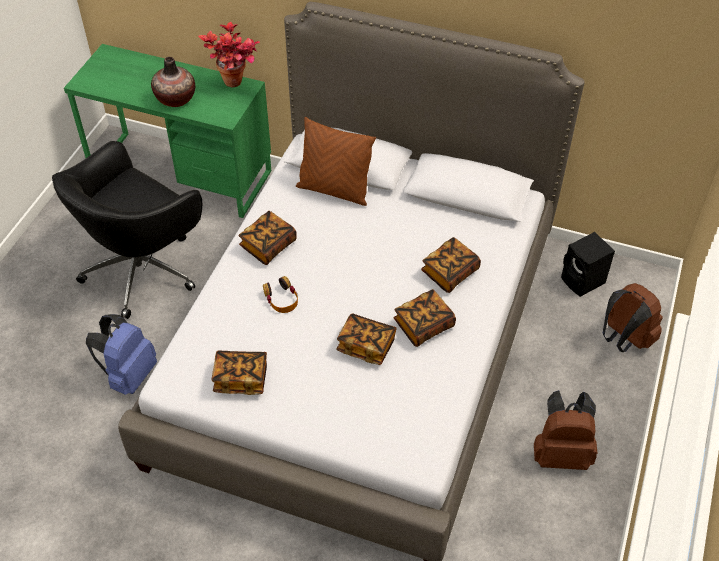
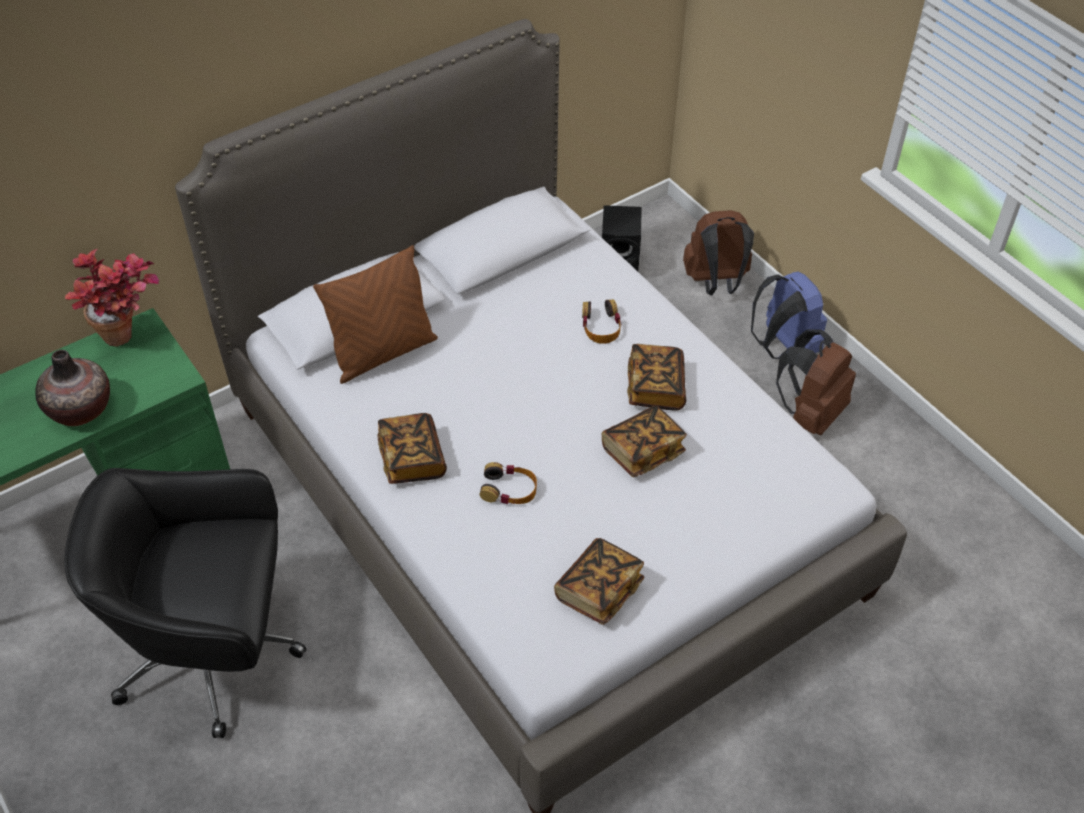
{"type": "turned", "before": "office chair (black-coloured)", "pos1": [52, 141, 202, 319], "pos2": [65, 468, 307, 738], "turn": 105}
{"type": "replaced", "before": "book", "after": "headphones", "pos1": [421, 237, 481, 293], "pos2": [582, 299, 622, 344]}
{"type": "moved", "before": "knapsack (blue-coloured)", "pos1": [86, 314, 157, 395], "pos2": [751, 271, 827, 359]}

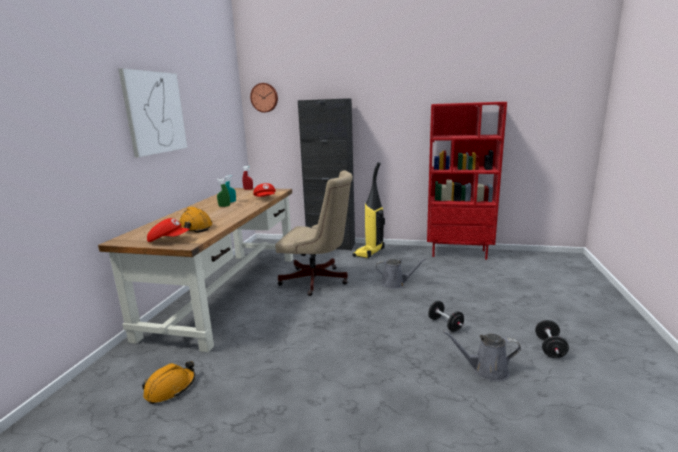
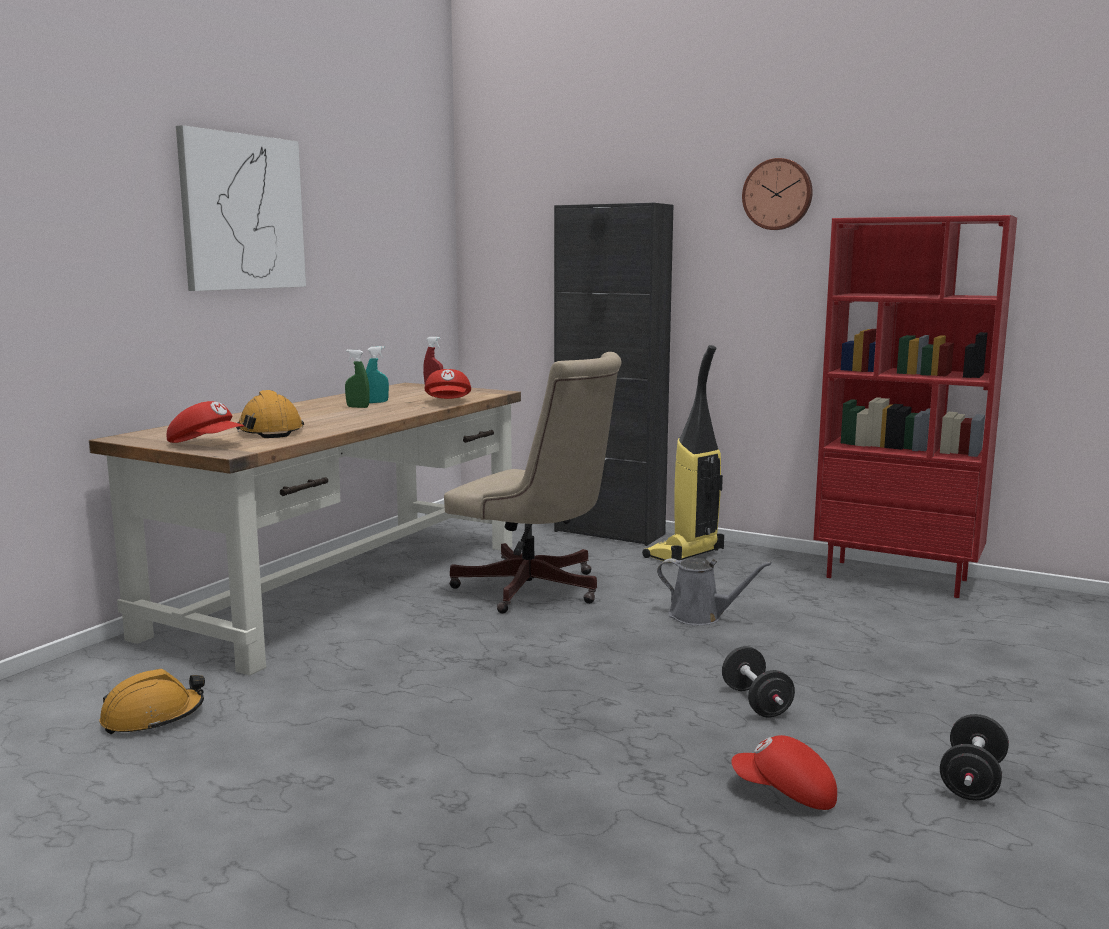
{"type": "moved", "before": "clock on the wall", "pos1": [250, 83, 278, 113], "pos2": [742, 158, 813, 230]}
{"type": "replaced", "before": "sprinkling can (grey)", "after": "peaked cap (red-coloured)", "pos1": [443, 331, 521, 382], "pos2": [731, 735, 837, 810]}

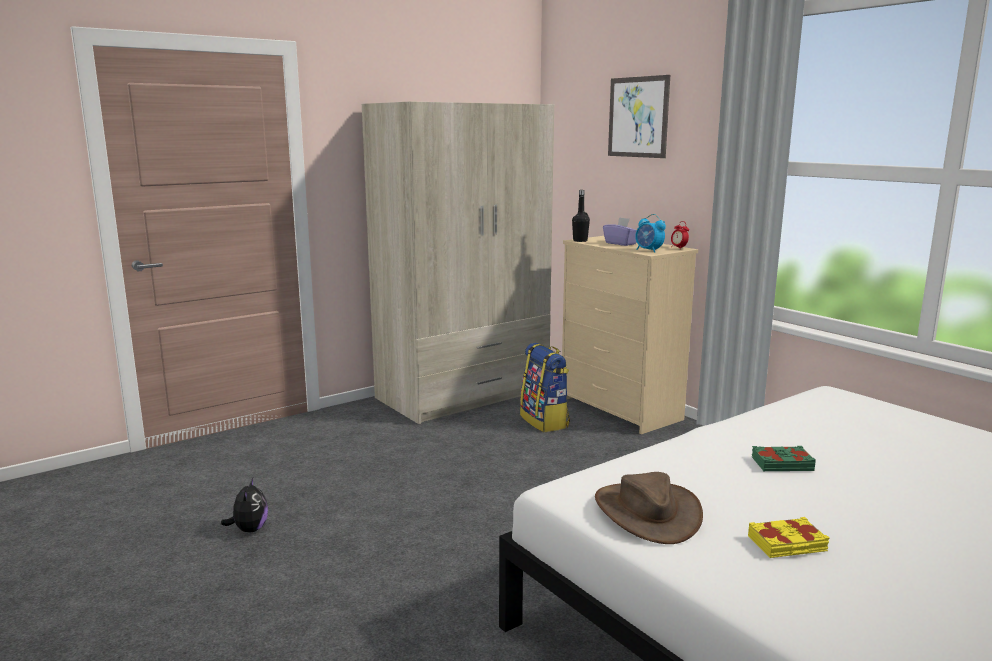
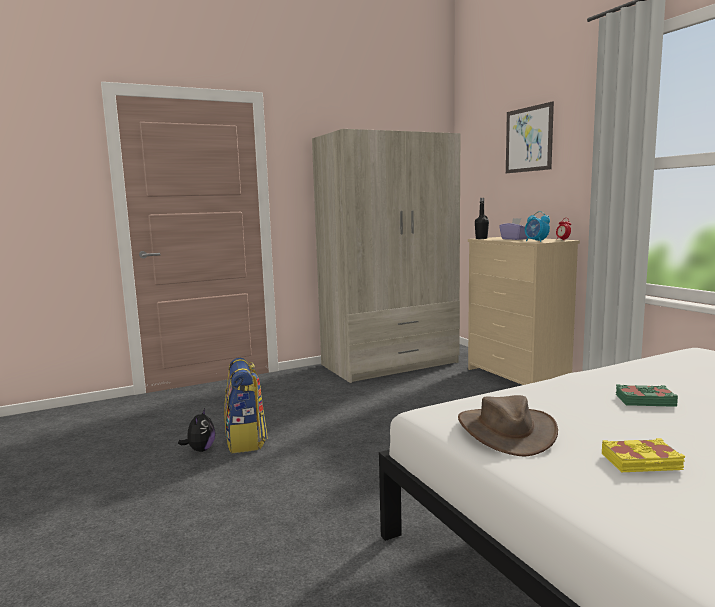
{"type": "moved", "before": "knapsack", "pos1": [520, 343, 570, 432], "pos2": [224, 358, 268, 453]}

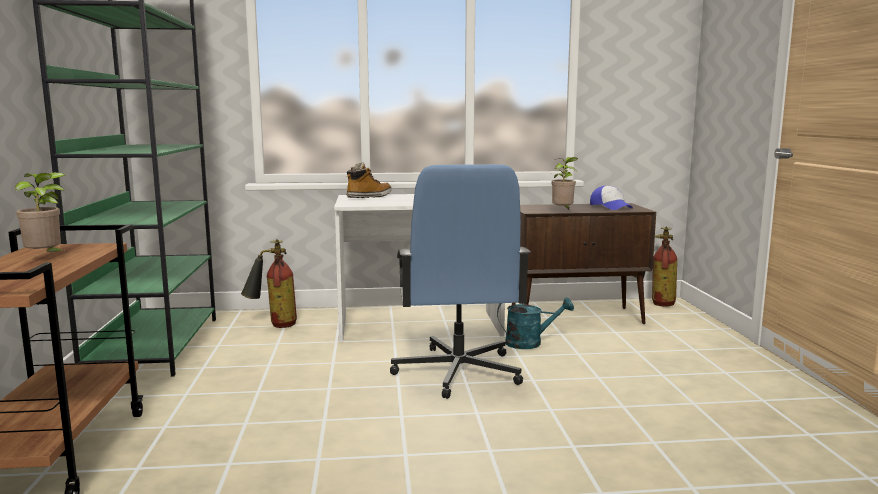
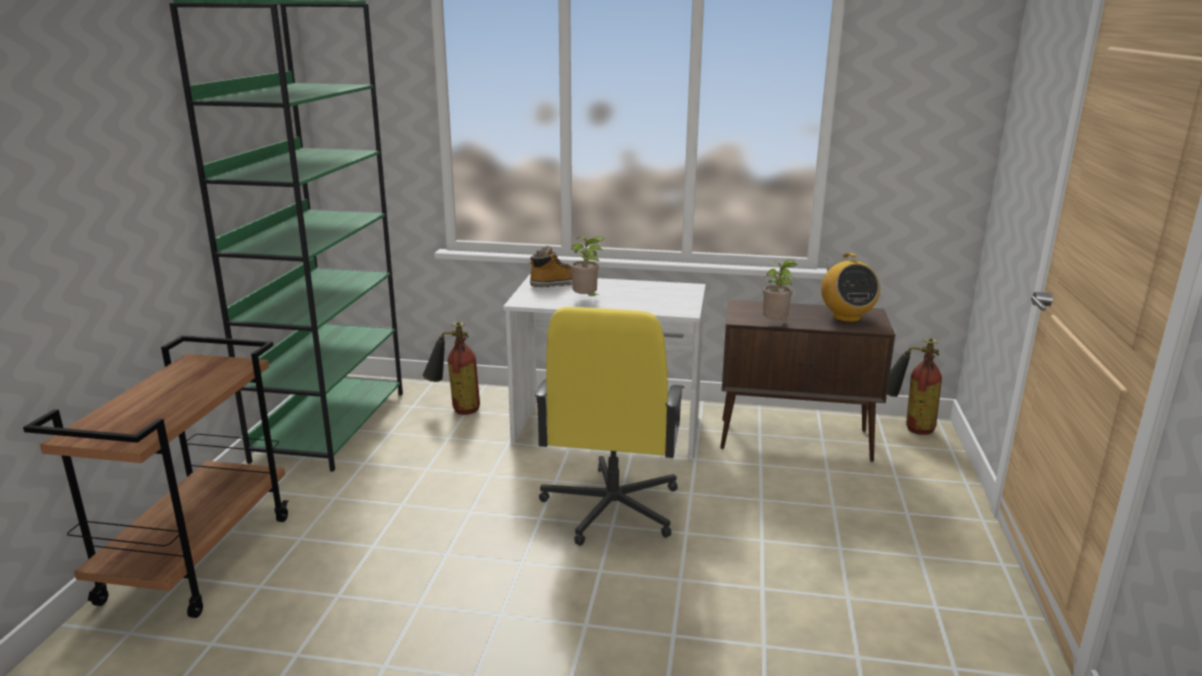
{"type": "recoloured", "before": "office chair (blue-coloured)", "after": "office chair (yellow)", "pos1": [390, 164, 531, 399], "pos2": [534, 307, 685, 546]}
{"type": "moved", "before": "plant in a pot", "pos1": [15, 172, 68, 253], "pos2": [571, 236, 605, 296]}
{"type": "replaced", "before": "peaked cap", "after": "radio", "pos1": [590, 186, 633, 210], "pos2": [821, 253, 880, 322]}
{"type": "removed", "before": "sprinkling can (blue-green)", "pos1": [497, 297, 574, 349]}

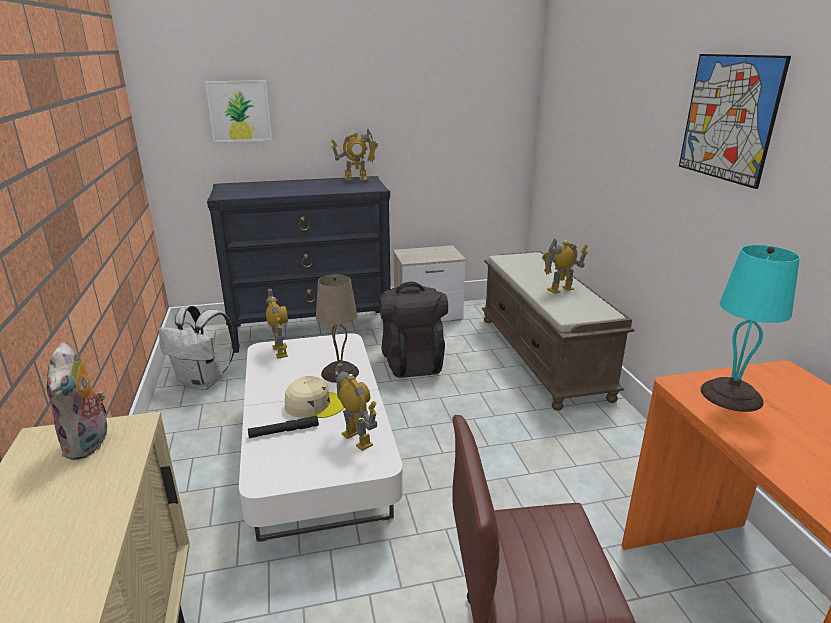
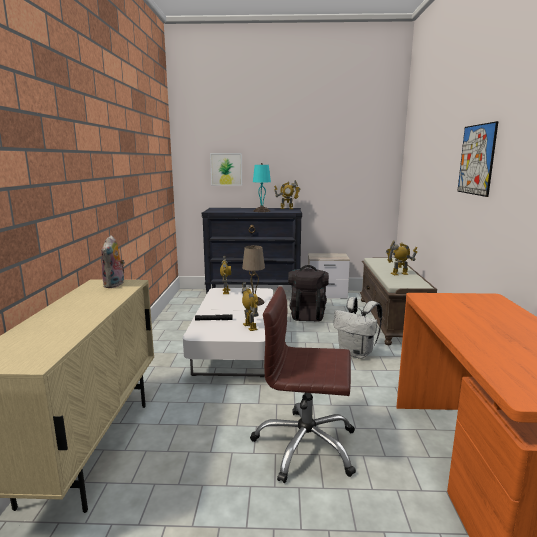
{"type": "moved", "before": "tabletop lamp (blue-green)", "pos1": [700, 245, 800, 412], "pos2": [253, 163, 271, 212]}
{"type": "moved", "before": "knapsack (whitish)", "pos1": [159, 305, 235, 390], "pos2": [333, 297, 382, 359]}
{"type": "removed", "before": "peaked cap (sand-coloured)", "pos1": [285, 376, 344, 418]}

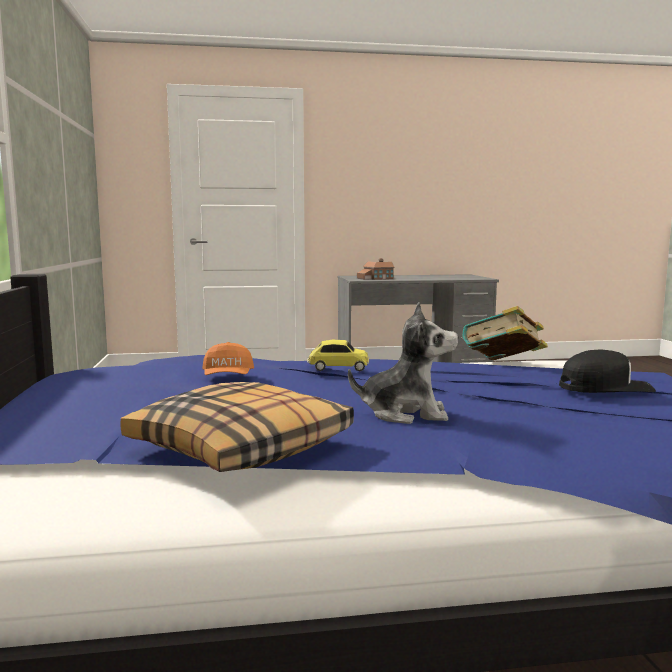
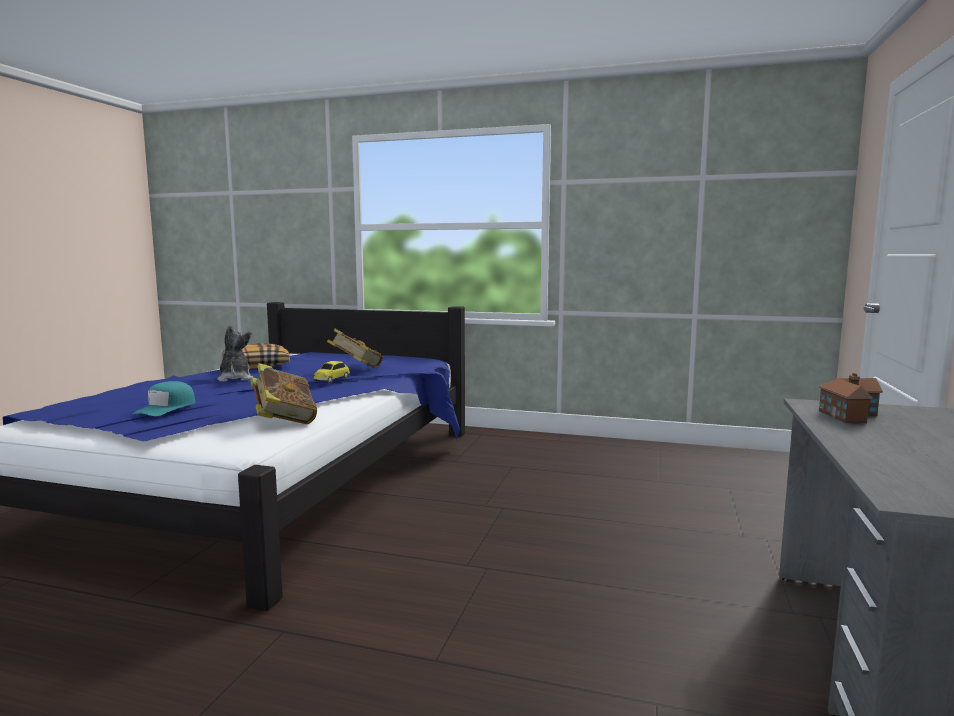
{"type": "turned", "before": "soft toy", "pos1": [348, 302, 458, 424], "pos2": [217, 325, 253, 382], "turn": 135}
{"type": "replaced", "before": "peaked cap (orange)", "after": "book", "pos1": [202, 342, 254, 375], "pos2": [327, 329, 383, 368]}
{"type": "recoloured", "before": "peaked cap (black-coloured)", "after": "peaked cap (blue-green)", "pos1": [559, 349, 656, 393], "pos2": [132, 381, 195, 416]}

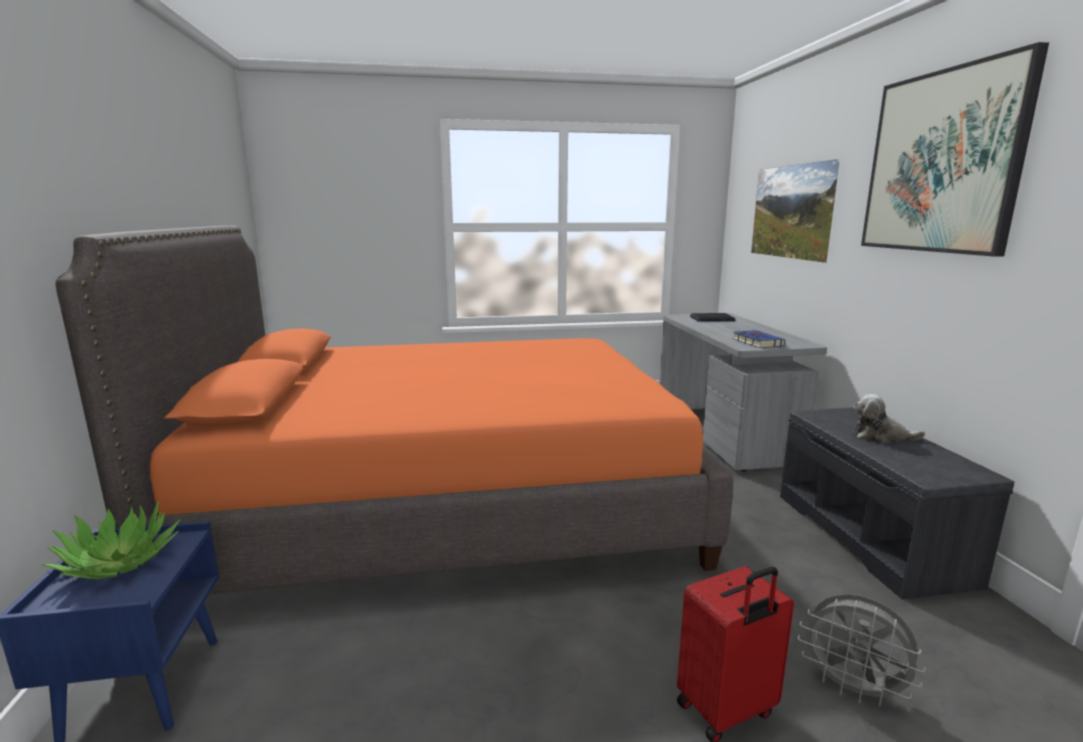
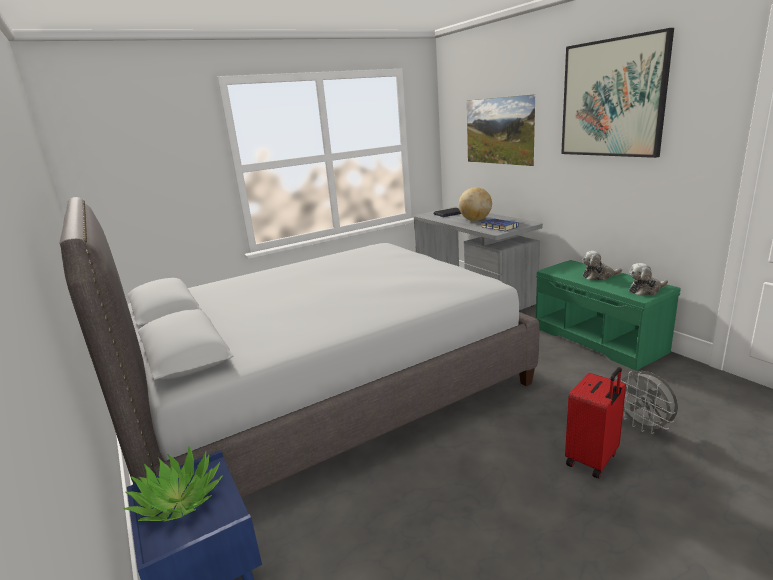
{"type": "recoloured", "before": "bed (orange)", "after": "bed (grey)", "pos1": [55, 226, 733, 594], "pos2": [60, 197, 539, 498]}
{"type": "recoloured", "before": "bench (grey)", "after": "bench (green)", "pos1": [780, 408, 1014, 600], "pos2": [536, 260, 681, 371]}
{"type": "turned", "before": "cooling fan (grey)", "pos1": [798, 594, 926, 706], "pos2": [616, 371, 678, 434], "turn": 45}
{"type": "added", "after": "world globe", "pos2": [459, 187, 492, 221]}
{"type": "added", "after": "soft toy", "pos2": [629, 263, 668, 296]}

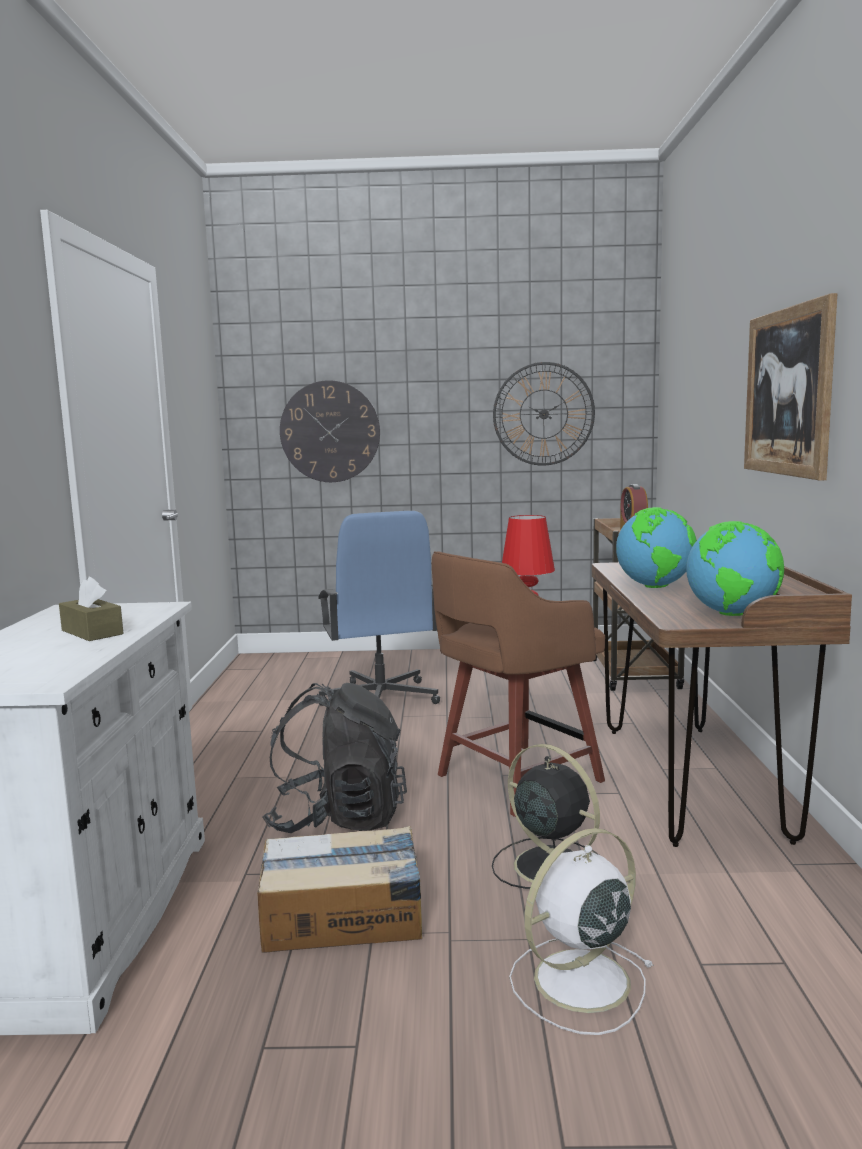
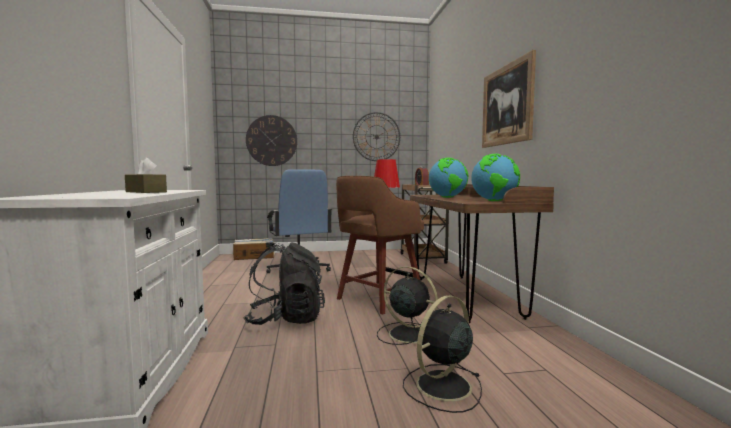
{"type": "moved", "before": "cardboard box", "pos1": [257, 826, 422, 953], "pos2": [233, 238, 274, 260]}
{"type": "recoloured", "before": "cooling fan (whitish)", "after": "cooling fan (black-coloured)", "pos1": [509, 828, 654, 1035], "pos2": [403, 295, 482, 413]}

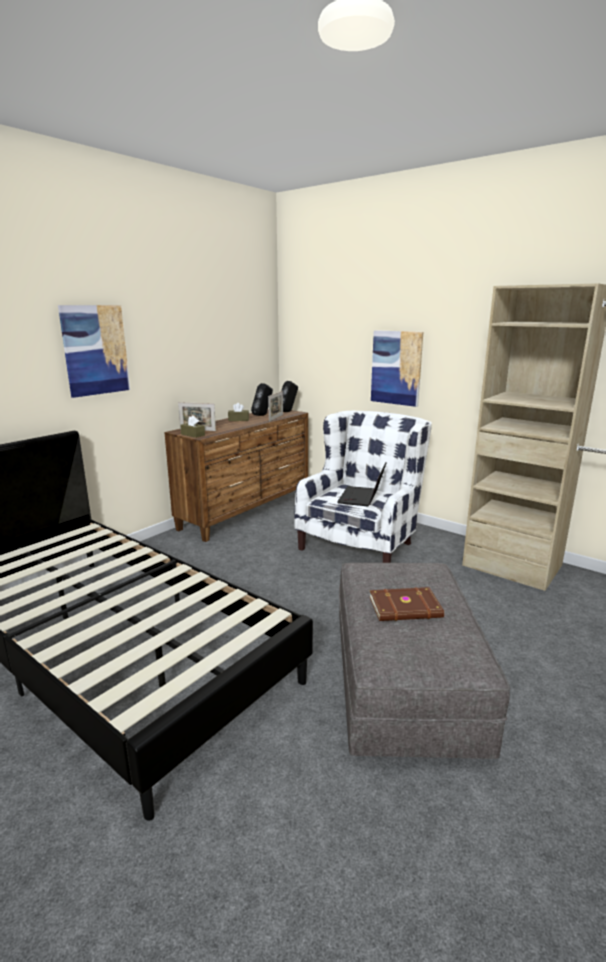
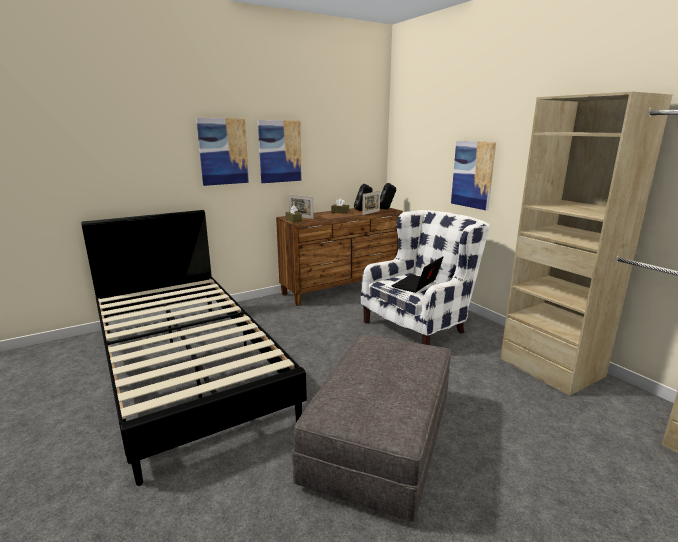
{"type": "removed", "before": "book (brown)", "pos1": [370, 587, 444, 621]}
{"type": "added", "after": "wall art", "pos2": [258, 120, 302, 183]}

